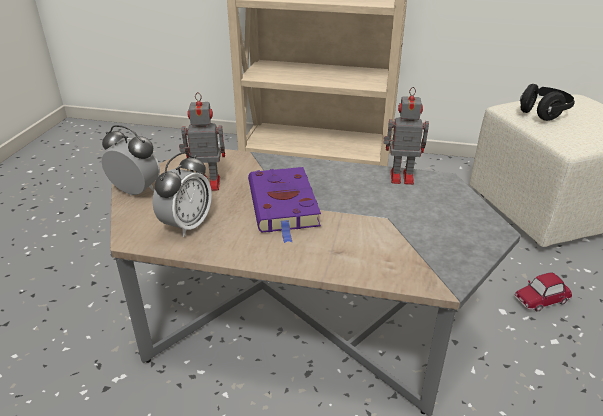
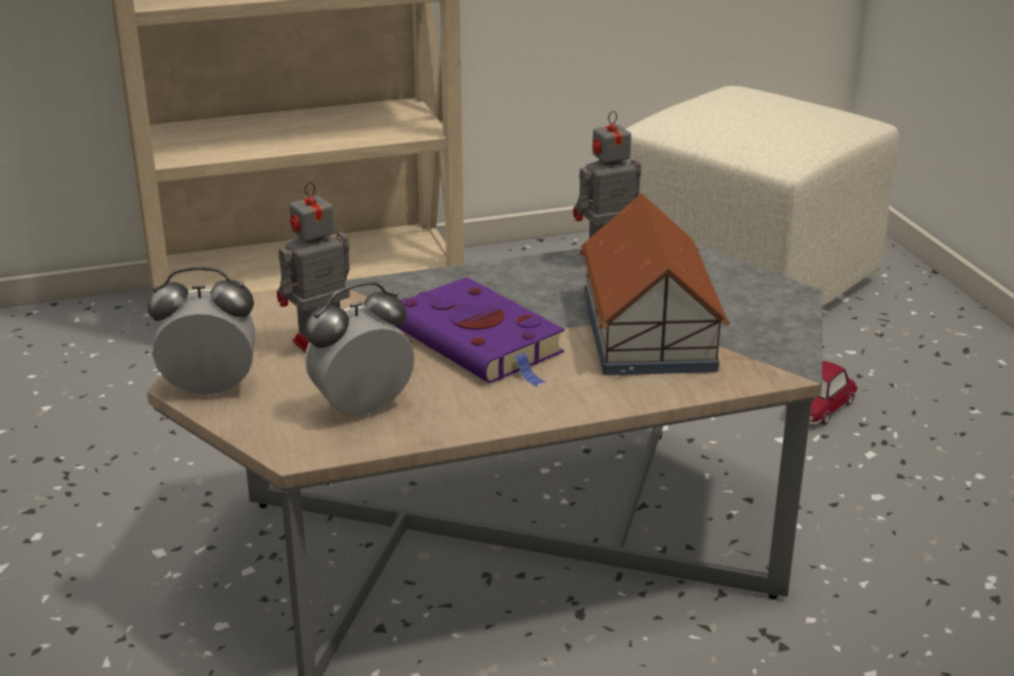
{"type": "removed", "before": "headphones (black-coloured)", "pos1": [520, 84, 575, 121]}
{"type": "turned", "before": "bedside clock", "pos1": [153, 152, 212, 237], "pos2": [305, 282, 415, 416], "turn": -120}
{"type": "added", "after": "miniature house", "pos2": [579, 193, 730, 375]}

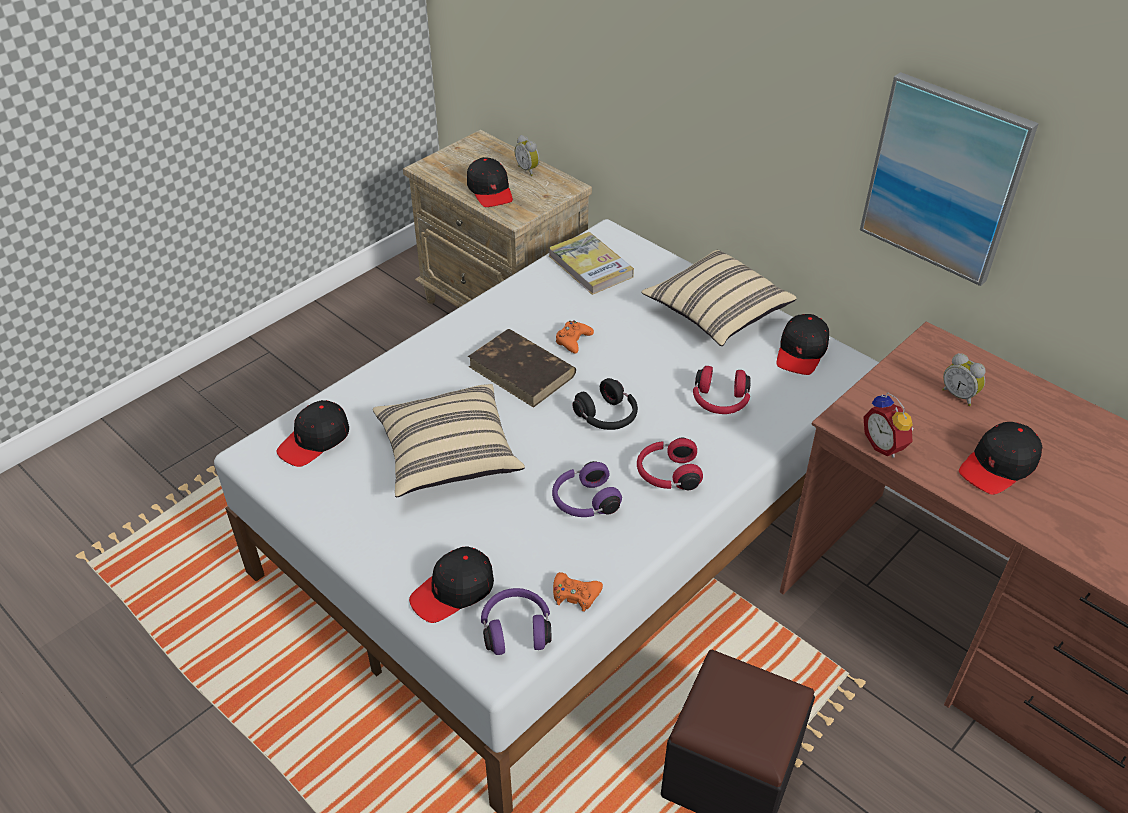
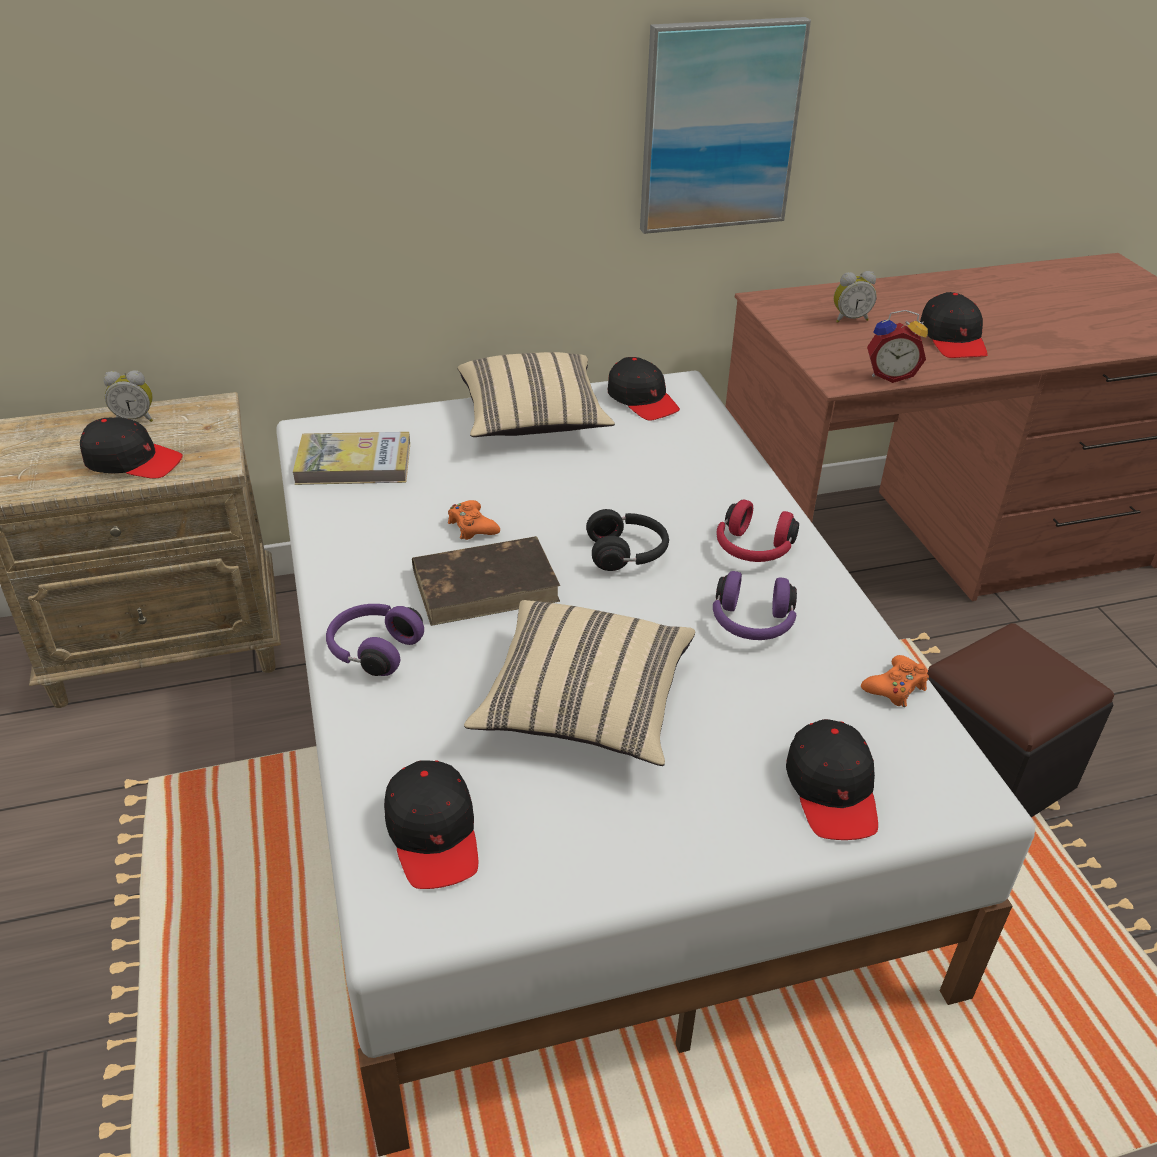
{"type": "removed", "before": "headphones (red-coloured)", "pos1": [693, 366, 751, 414]}
{"type": "moved", "before": "headphones (purplish)", "pos1": [481, 588, 552, 655], "pos2": [326, 604, 424, 676]}

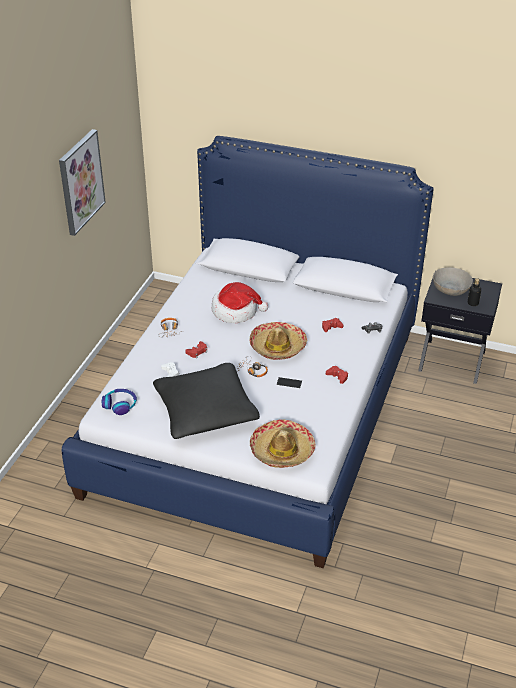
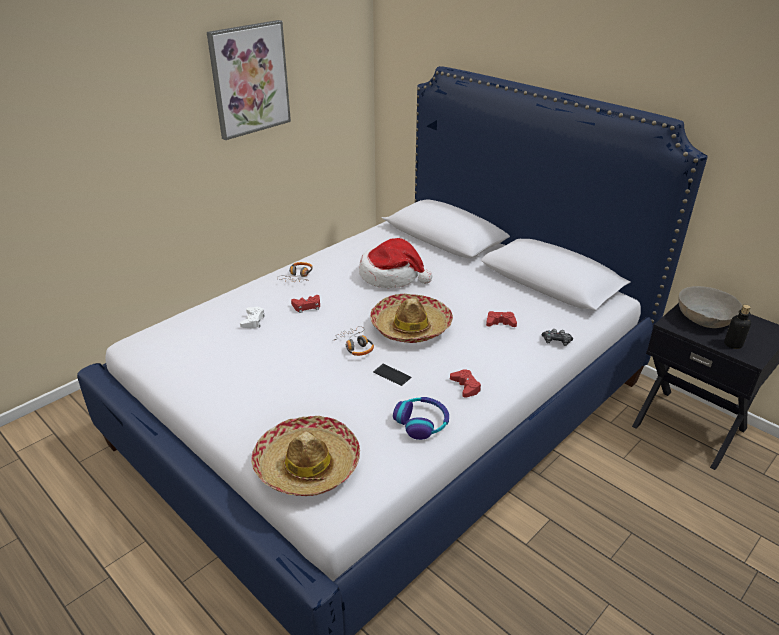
{"type": "removed", "before": "pillow (black-coloured)", "pos1": [153, 363, 260, 439]}
{"type": "moved", "before": "headphones", "pos1": [102, 389, 137, 415], "pos2": [393, 397, 449, 440]}

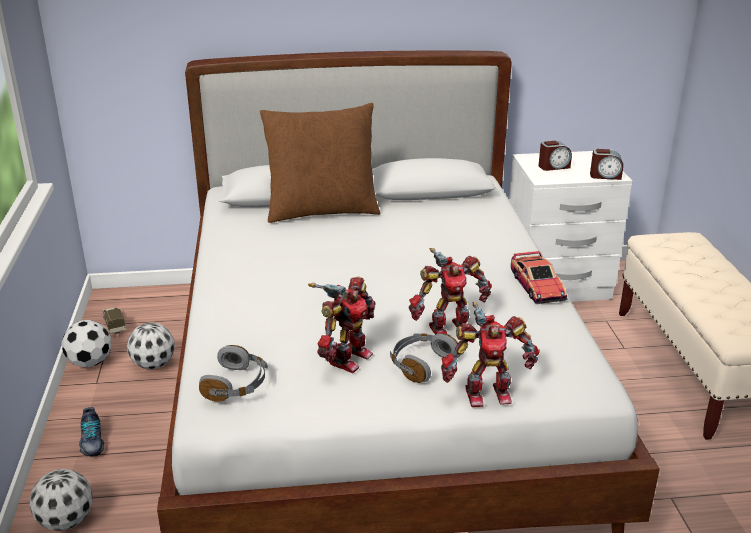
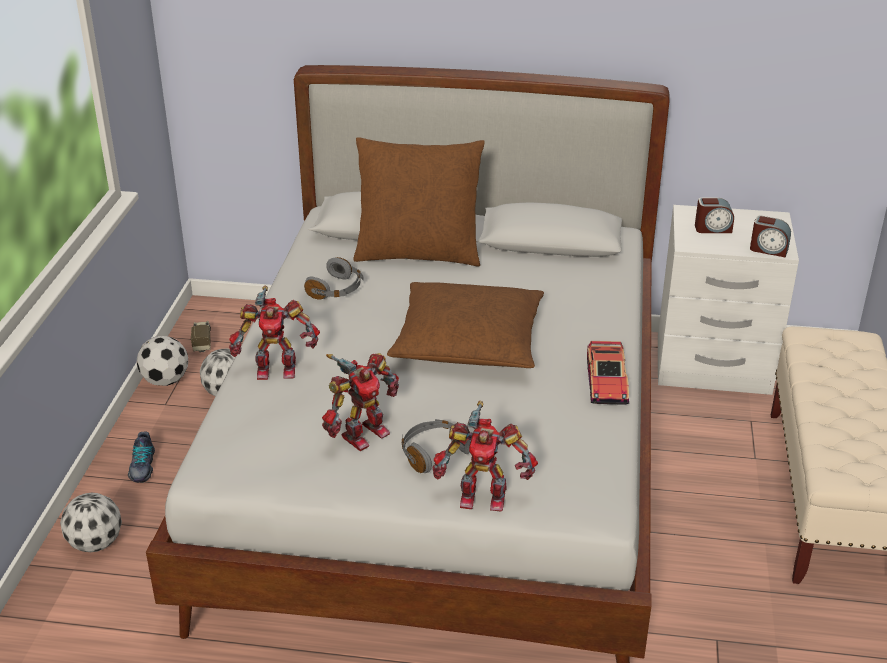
{"type": "moved", "before": "toy robot", "pos1": [409, 248, 492, 335], "pos2": [229, 286, 320, 380]}
{"type": "moved", "before": "headphones (grey)", "pos1": [199, 345, 267, 402], "pos2": [304, 257, 364, 300]}
{"type": "added", "after": "pillow (brown)", "pos2": [387, 282, 544, 368]}

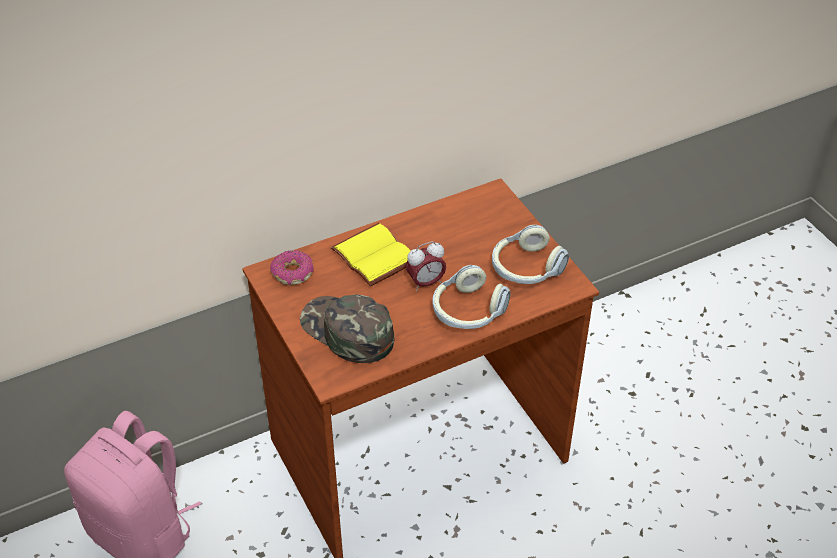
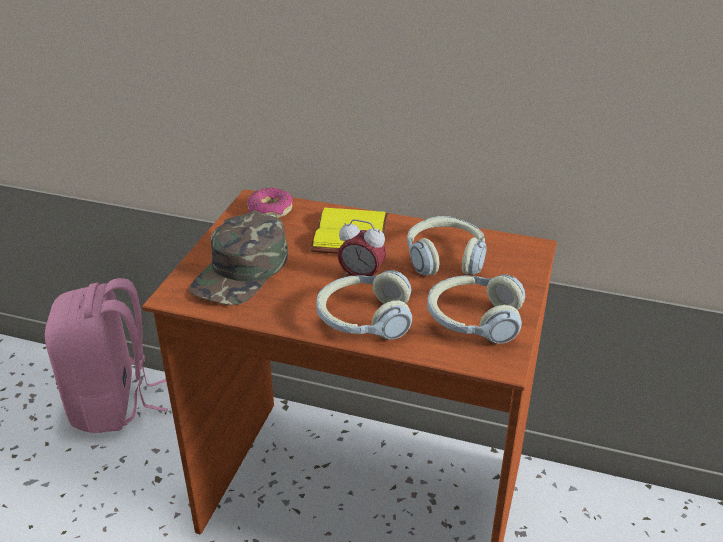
{"type": "turned", "before": "peaked cap (green)", "pos1": [300, 294, 394, 363], "pos2": [189, 212, 288, 306], "turn": -150}
{"type": "added", "after": "headphones", "pos2": [407, 216, 487, 276]}

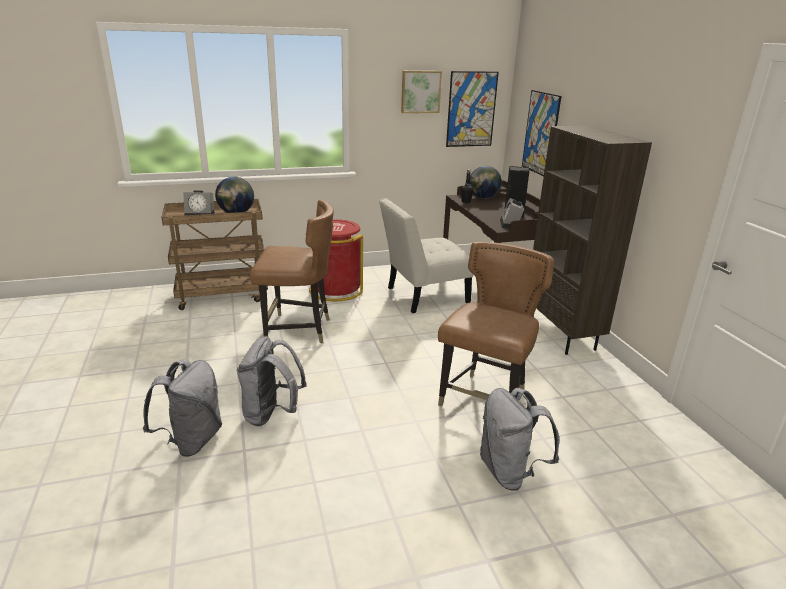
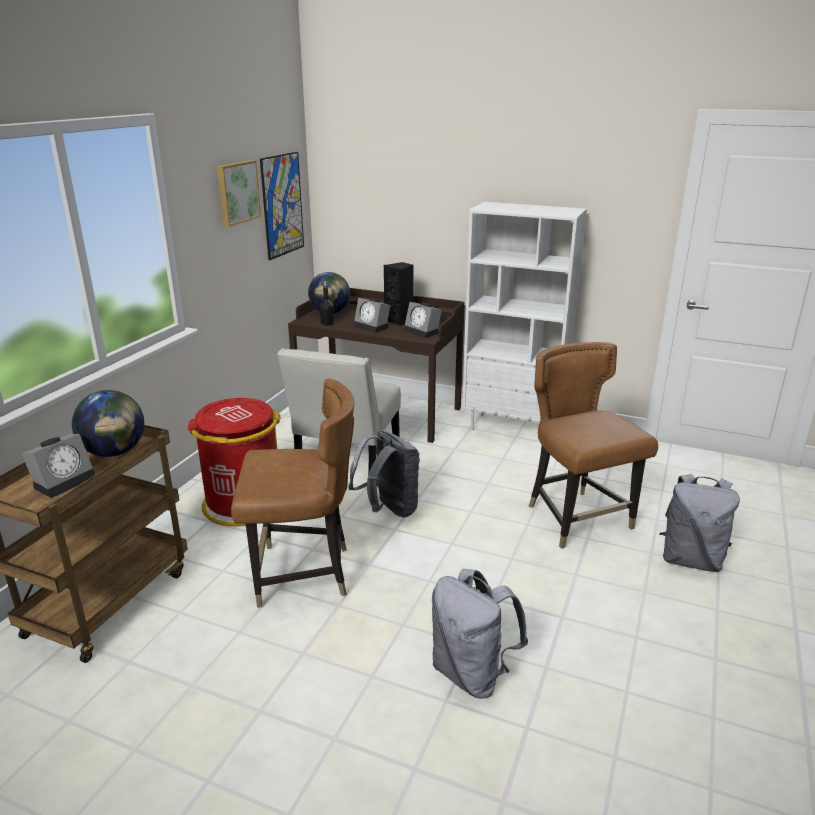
{"type": "removed", "before": "wall art", "pos1": [522, 90, 561, 176]}
{"type": "recoloured", "before": "bookshelf (brown)", "after": "bookshelf (whitish)", "pos1": [533, 125, 652, 355], "pos2": [462, 202, 587, 430]}
{"type": "turned", "before": "upright chair (brown)", "pos1": [250, 200, 334, 343], "pos2": [231, 378, 354, 608], "turn": 45}
{"type": "moved", "before": "knapsack (grey)", "pos1": [143, 359, 222, 457], "pos2": [348, 430, 420, 517]}
{"type": "added", "after": "bedside clock", "pos2": [353, 298, 390, 333]}

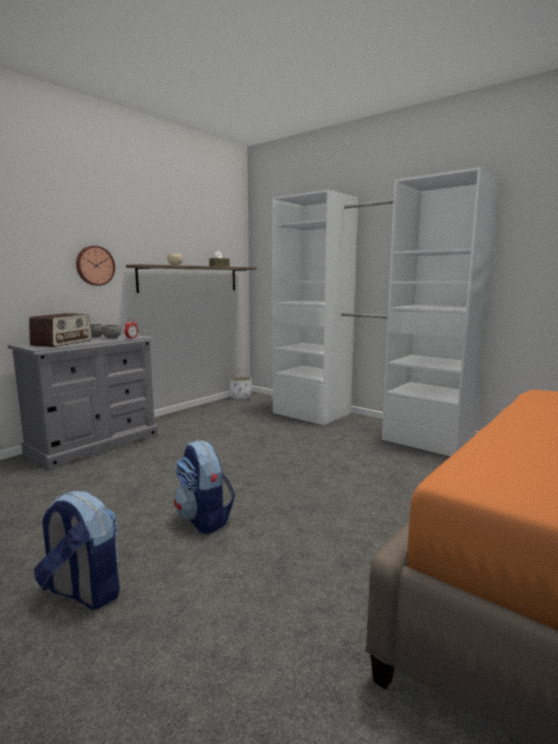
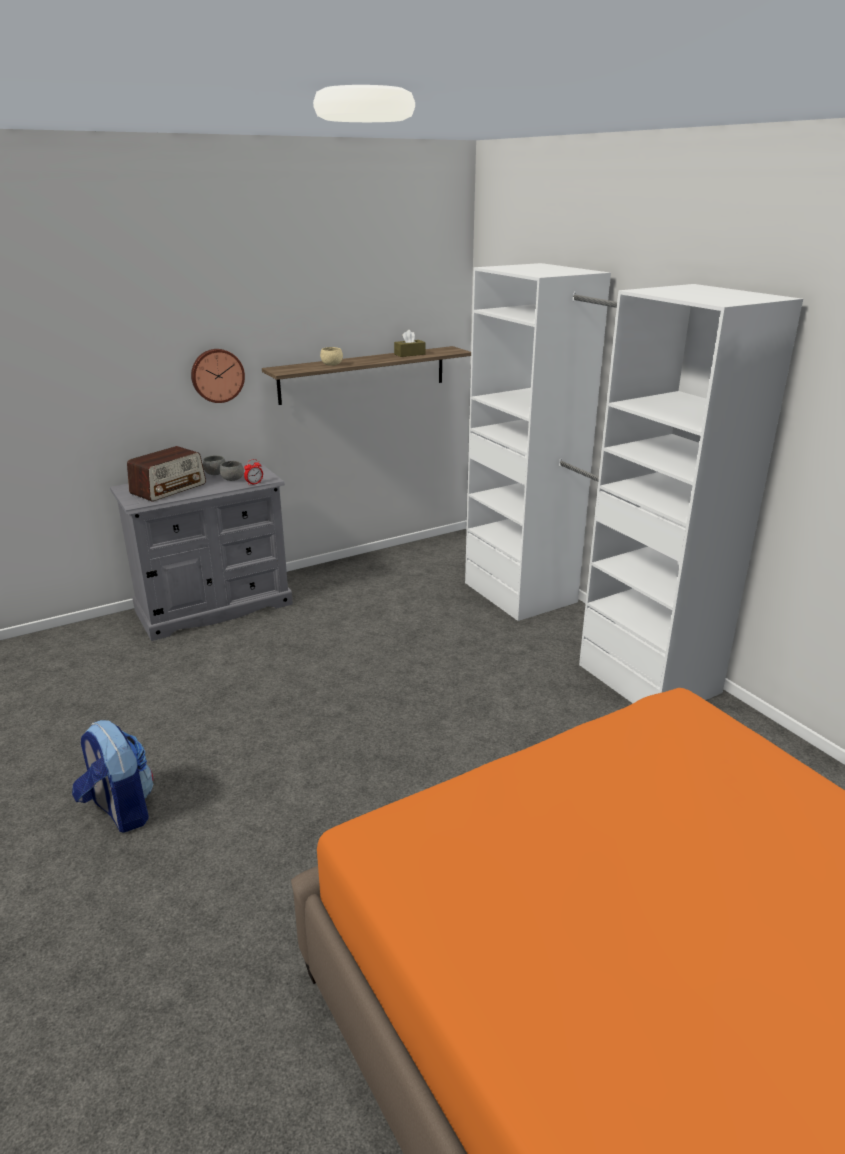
{"type": "removed", "before": "flower pot (whitish)", "pos1": [229, 376, 252, 400]}
{"type": "removed", "before": "knapsack", "pos1": [174, 440, 235, 534]}

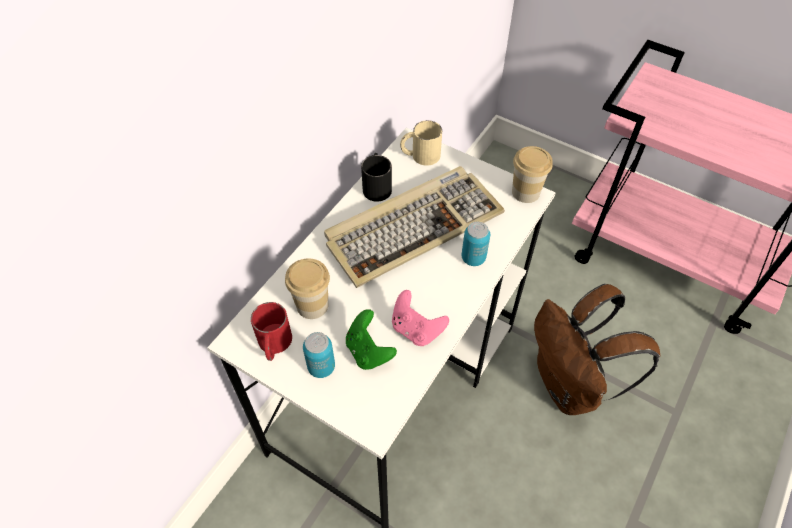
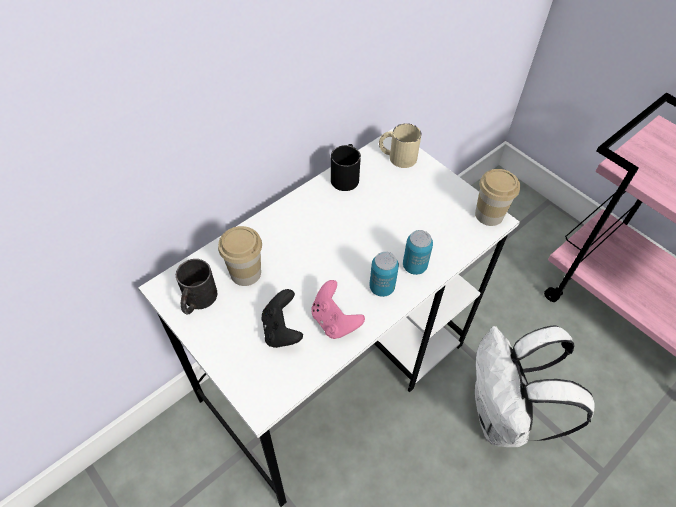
{"type": "removed", "before": "PC keyboard", "pos1": [324, 166, 505, 288]}
{"type": "recoloured", "before": "knapsack (brown)", "after": "knapsack (whitish)", "pos1": [534, 284, 660, 415], "pos2": [475, 326, 595, 447]}
{"type": "recoloured", "before": "coffee mug (red-coloured)", "after": "coffee mug (black-coloured)", "pos1": [251, 302, 292, 361], "pos2": [176, 259, 218, 314]}
{"type": "recoloured", "before": "joypad (green)", "after": "joypad (black-coloured)", "pos1": [346, 309, 397, 370], "pos2": [262, 289, 303, 348]}
{"type": "moved", "before": "sealed can", "pos1": [303, 332, 335, 378], "pos2": [369, 252, 399, 297]}

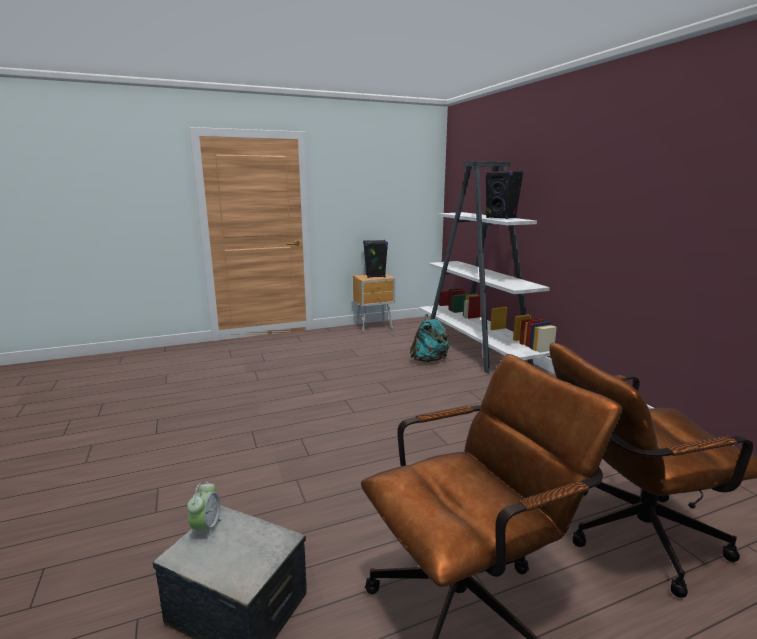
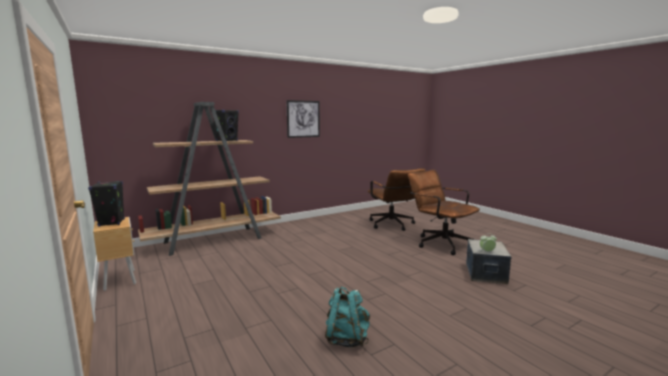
{"type": "recoloured", "before": "bookshelf (whitish)", "after": "bookshelf (brown)", "pos1": [419, 161, 557, 374], "pos2": [138, 102, 281, 256]}
{"type": "moved", "before": "knapsack (blue-green)", "pos1": [410, 314, 450, 362], "pos2": [325, 286, 370, 348]}
{"type": "added", "after": "wall art", "pos2": [286, 100, 320, 138]}

